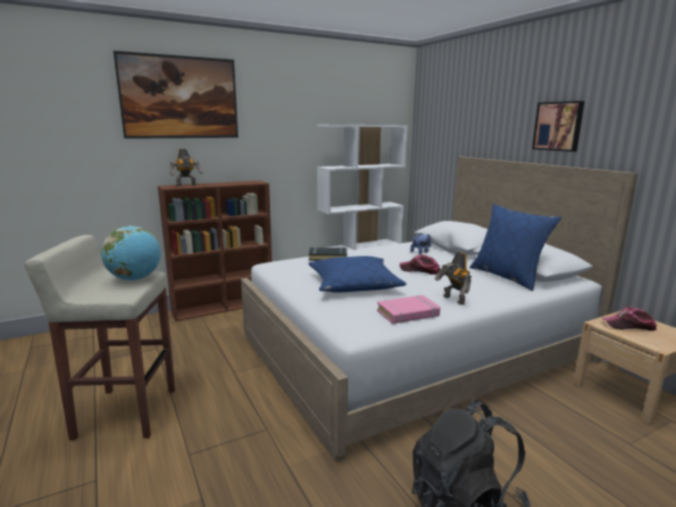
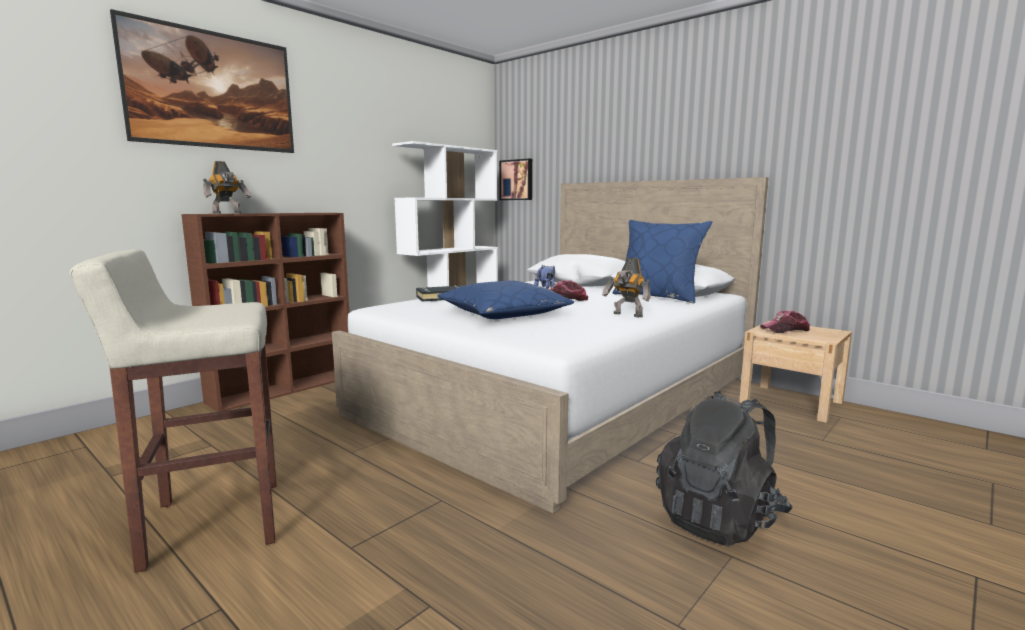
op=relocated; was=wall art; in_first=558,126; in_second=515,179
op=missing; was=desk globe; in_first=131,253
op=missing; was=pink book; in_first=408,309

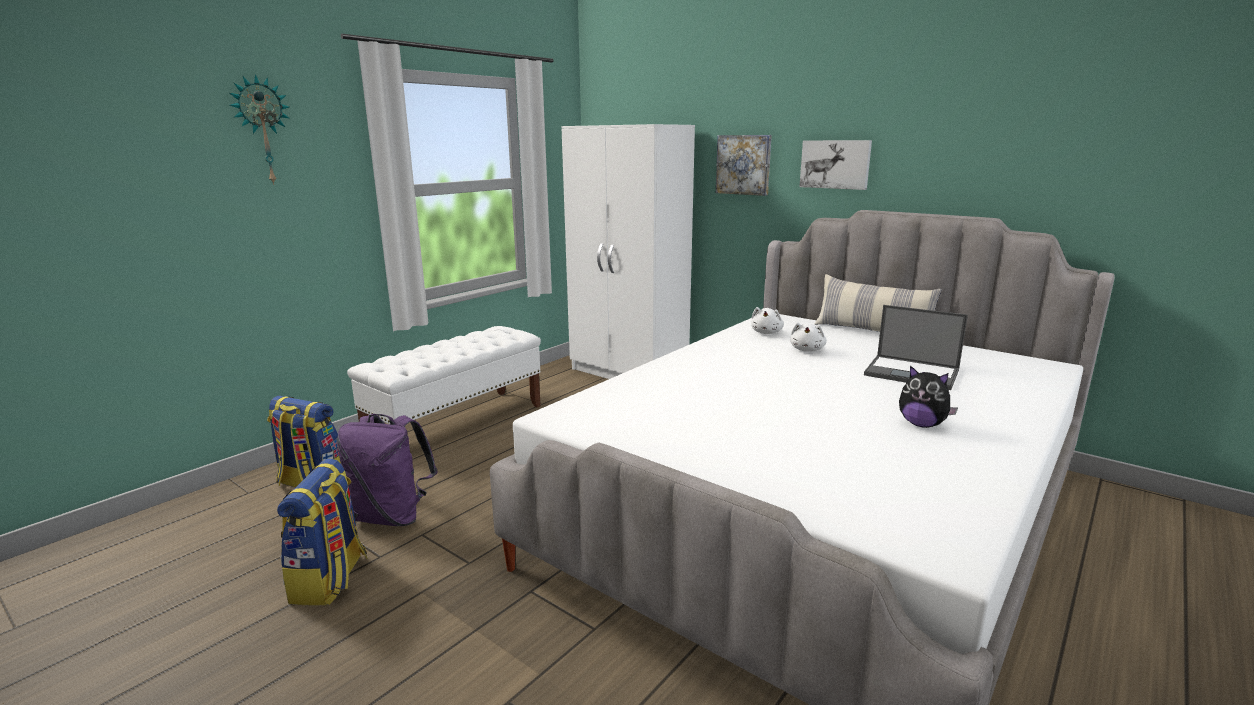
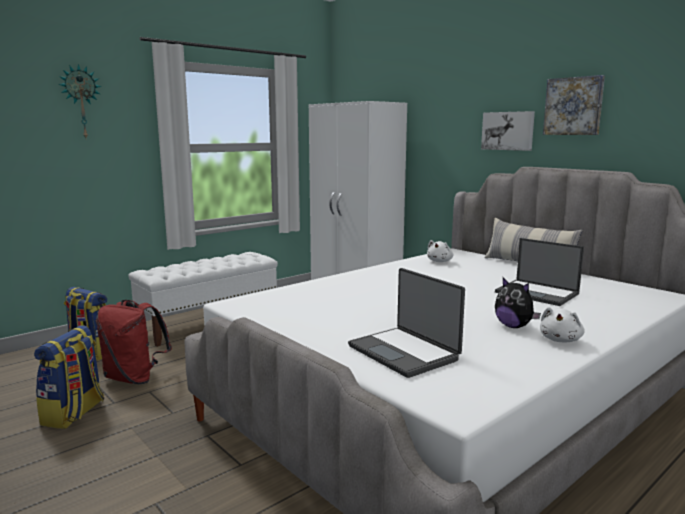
op=colour; was=purplish knapsack; now=red-coloured knapsack; in_first=387,470; in_second=134,342
op=appeared; now=portable computer; in_second=406,323
op=relocated; was=white cuddly toy; in_first=808,337; in_second=562,324
op=relocated; was=wall art; in_first=744,165; in_second=574,105

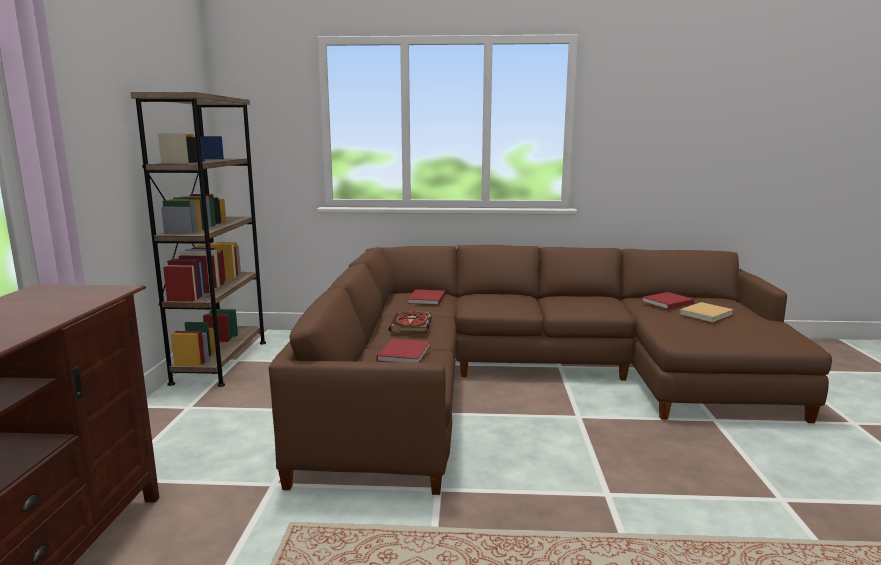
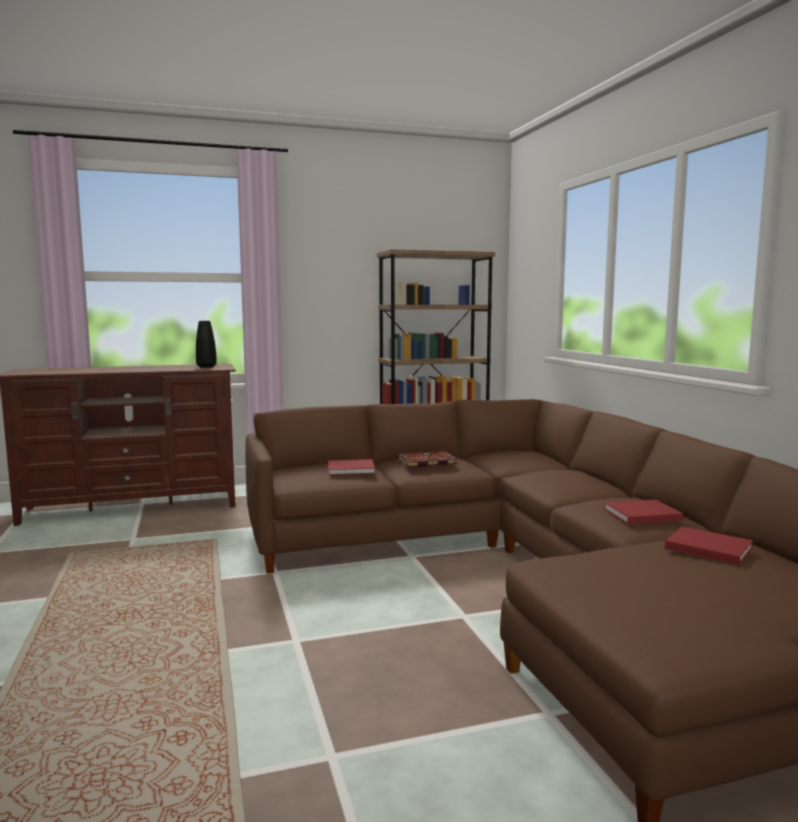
op=appeared; now=blackish flower vase; in_second=206,344
op=relocated; was=red-coloured book; in_first=426,297; in_second=643,512
op=missing; was=sand-coloured book; in_first=706,312

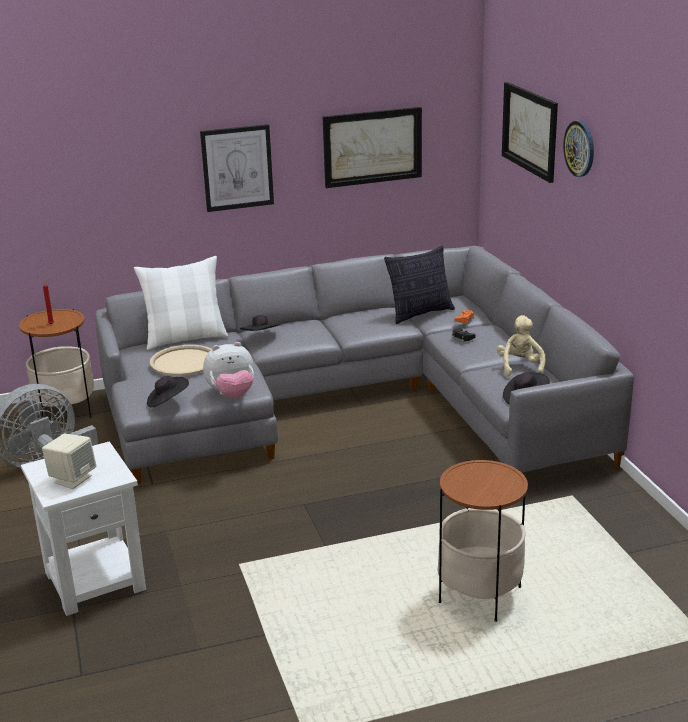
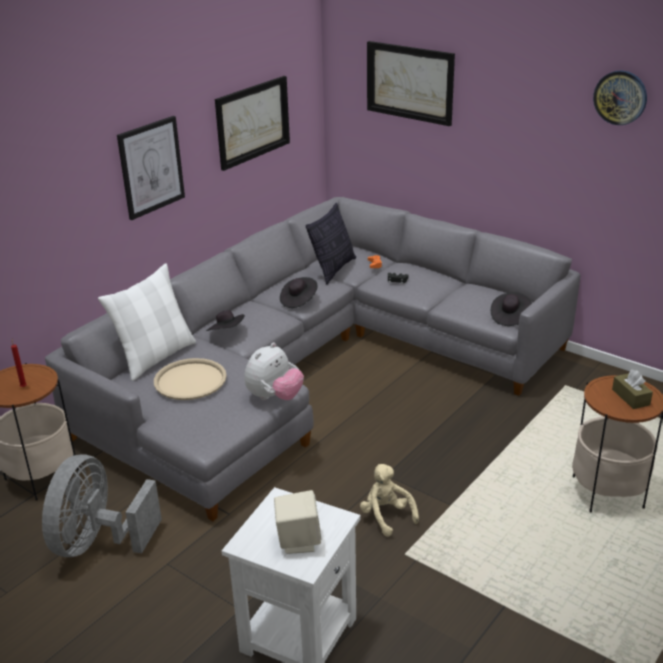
op=relocated; was=blackish hat; in_first=168,391; in_second=299,292
op=relocated; was=sand-coloured cuddly toy; in_first=521,345; in_second=389,500
op=relocated; was=wall clock; in_first=578,149; in_second=620,97
op=appeared; now=brownish box of tissues; in_second=632,389

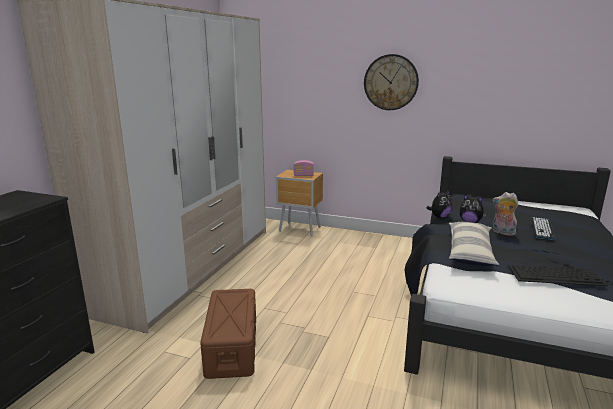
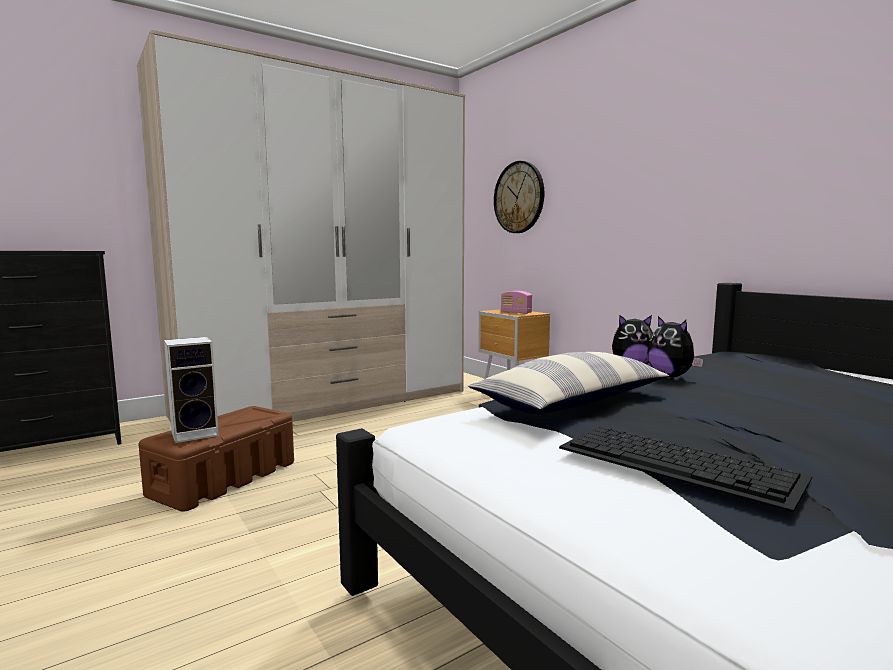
op=appeared; now=audio speaker; in_second=191,390
op=relocated; was=wall clock; in_first=391,82; in_second=519,197
op=missing; was=cuddly toy; in_first=506,214
op=missing; was=computer keyboard; in_first=543,228

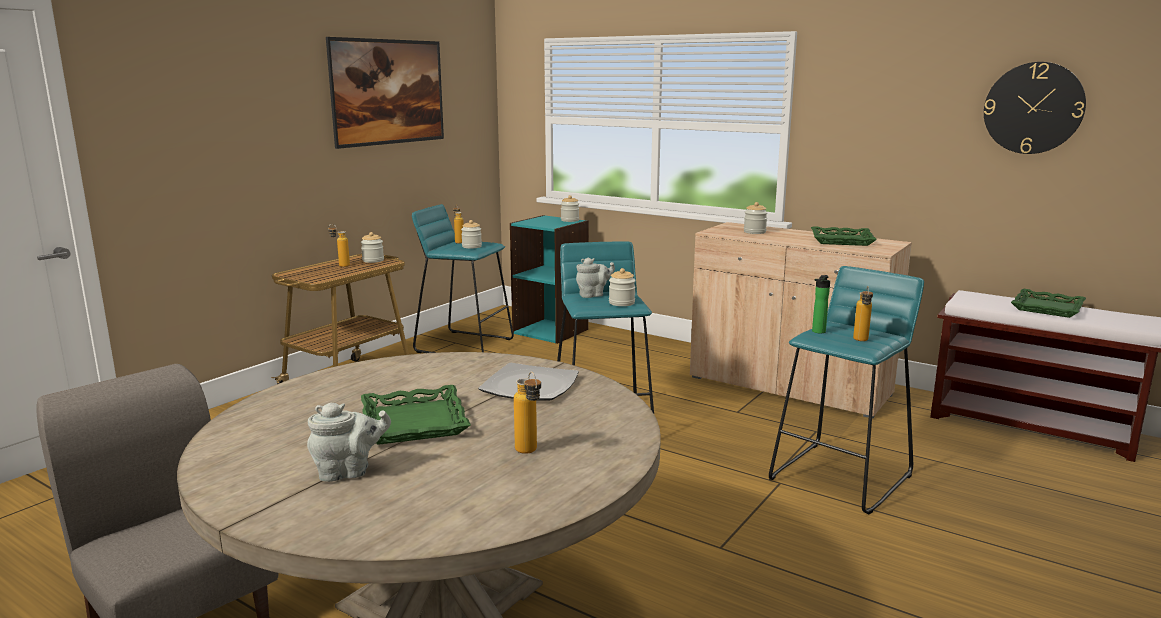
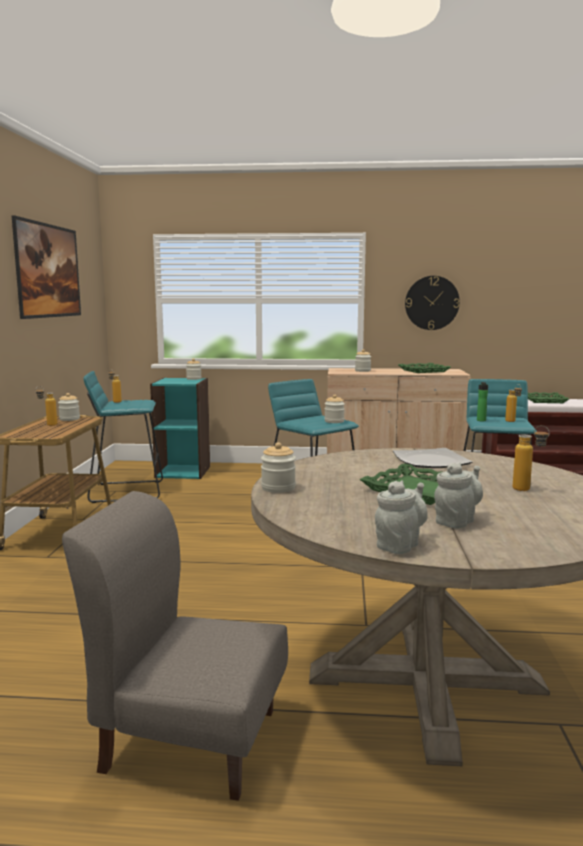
op=relocated; was=preserve jar; in_first=471,234; in_second=278,467
op=relocated; was=greyish pot for tea; in_first=595,277; in_second=401,517
op=relocated; was=wall clock; in_first=1035,108; in_second=432,303

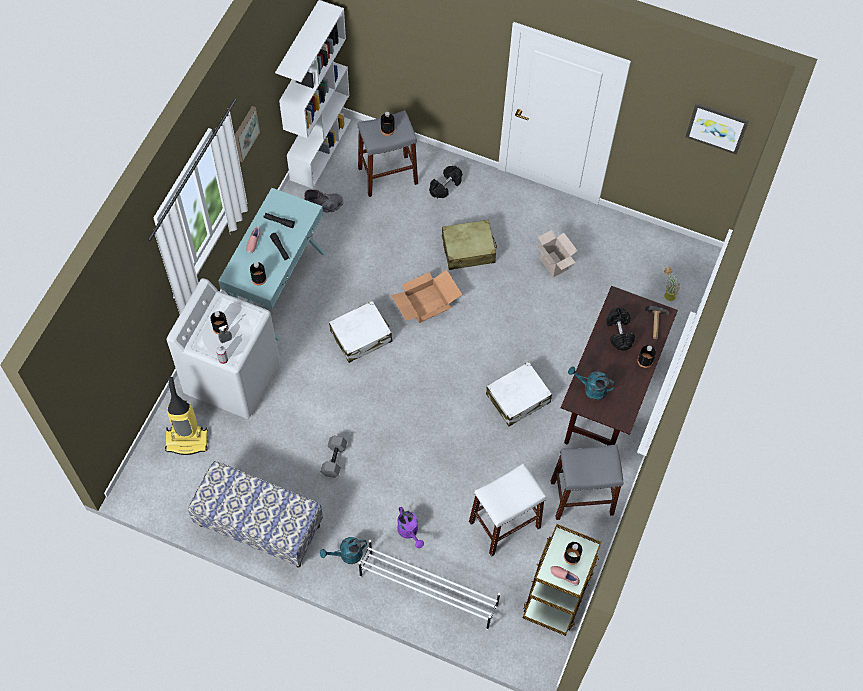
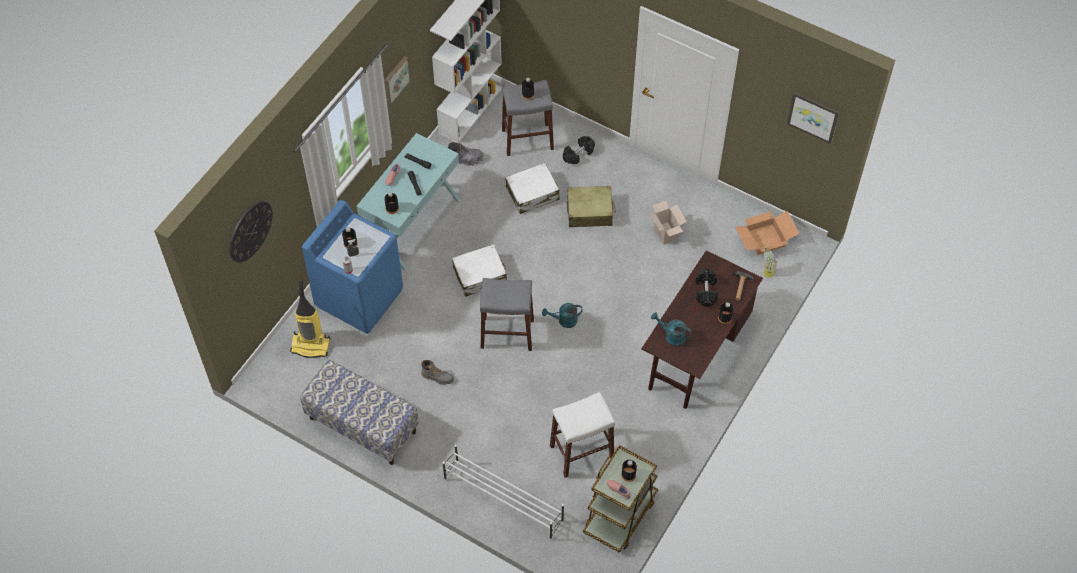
op=appeared; now=wall clock; in_second=251,231
op=colour; was=white laundry machine; now=bluish laundry machine; in_first=223,348; in_second=352,267
op=exchanged; was=greyish free weight; now=greyish high-top boot; in_first=334,457; in_second=437,372
op=relocated; was=greyish sitting stool; in_first=587,482; in_second=507,314
op=relocated; was=white suitcase; in_first=519,394; in_second=532,188
op=relocated; was=turquoise-coloured watering can; in_first=343,550; in_second=562,315
op=relocated; was=packing box; in_first=426,296; in_second=767,233
op=missing; was=purplish watering can; in_first=410,527

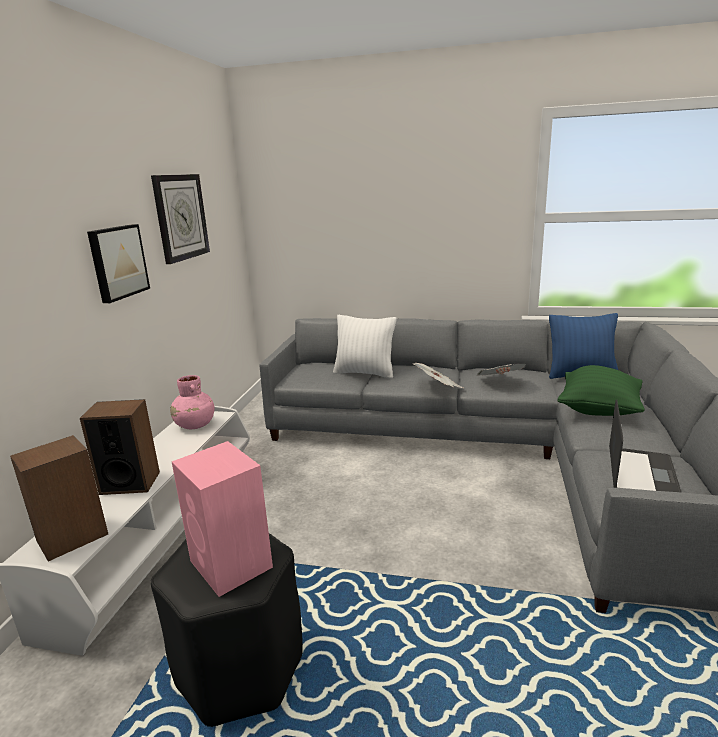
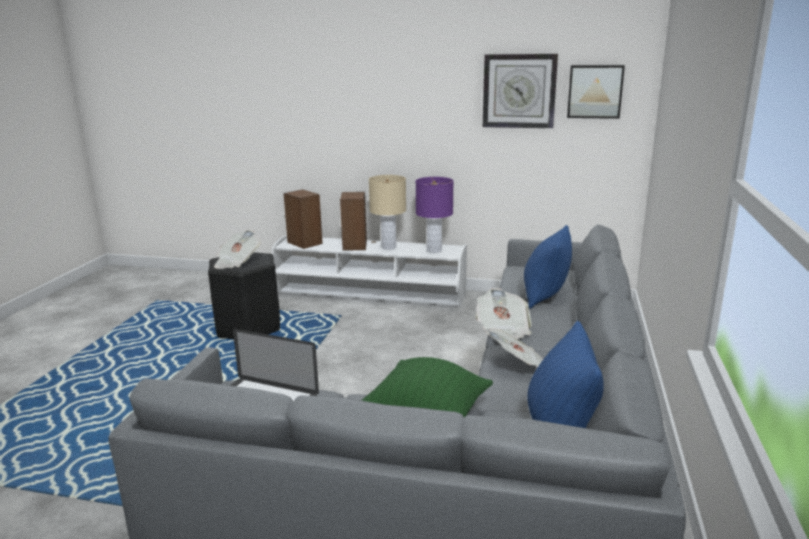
op=exchanged; was=pink audio speaker; now=daily paper; in_first=222,519; in_second=237,249
op=appeared; now=sand-coloured tabletop lamp; in_second=387,212
op=exchanged; was=pink flower vase; now=purplish tabletop lamp; in_first=192,402; in_second=435,215
op=colour; was=white throw pillow; now=bluish throw pillow; in_first=364,347; in_second=548,266
op=relocated; was=wall art; in_first=118,263; in_second=596,92

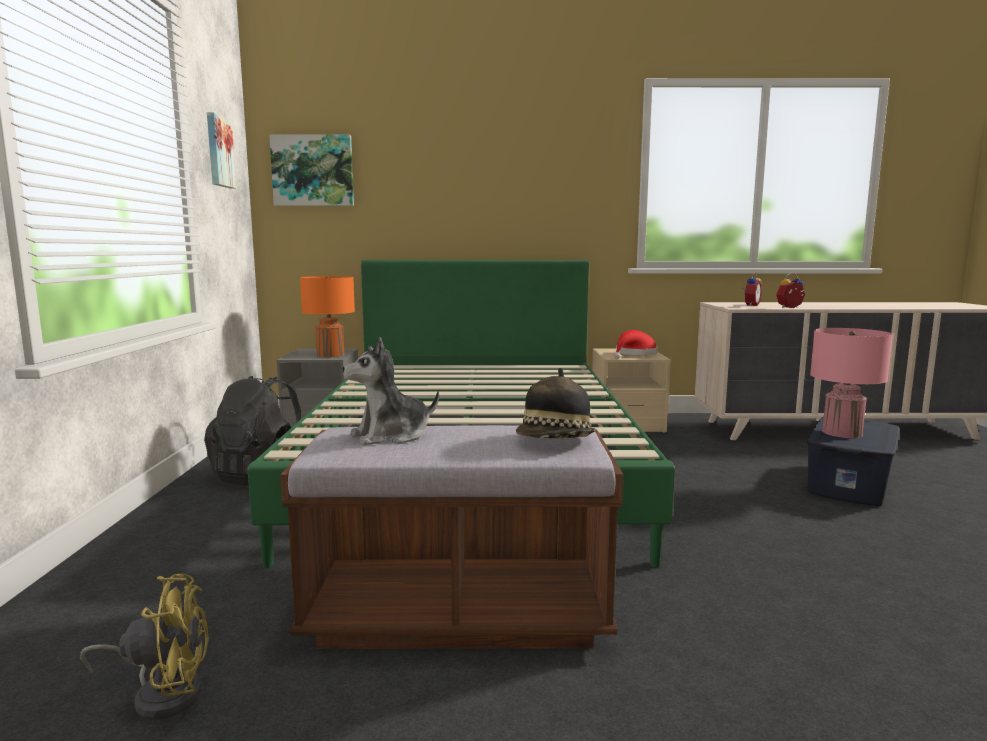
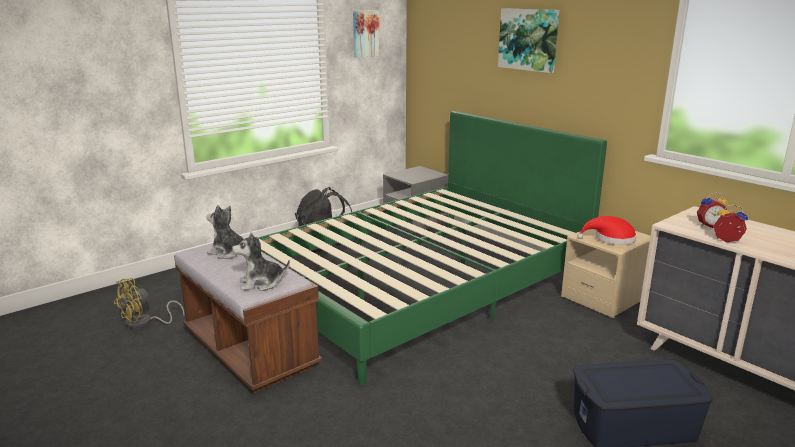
op=spun; was=yellow fan; in_first=144,647; in_second=149,303; clockwise=90
op=exchanged; was=hat; now=cuddly toy; in_first=556,403; in_second=261,261
op=relocated; was=wall art; in_first=311,170; in_second=528,40
op=missing; was=orange tabletop lamp; in_first=327,316
op=missing; was=pink tabletop lamp; in_first=851,383

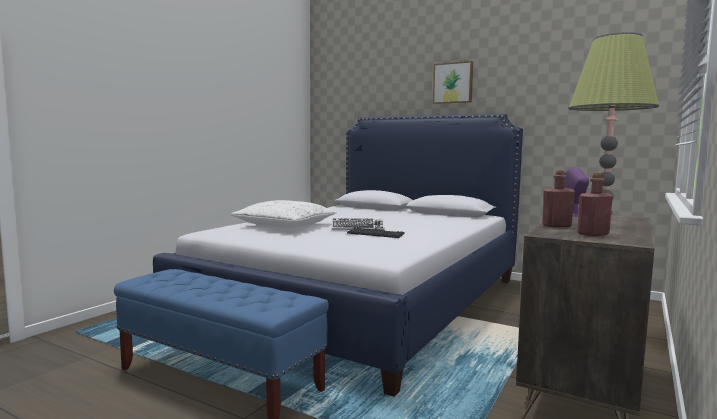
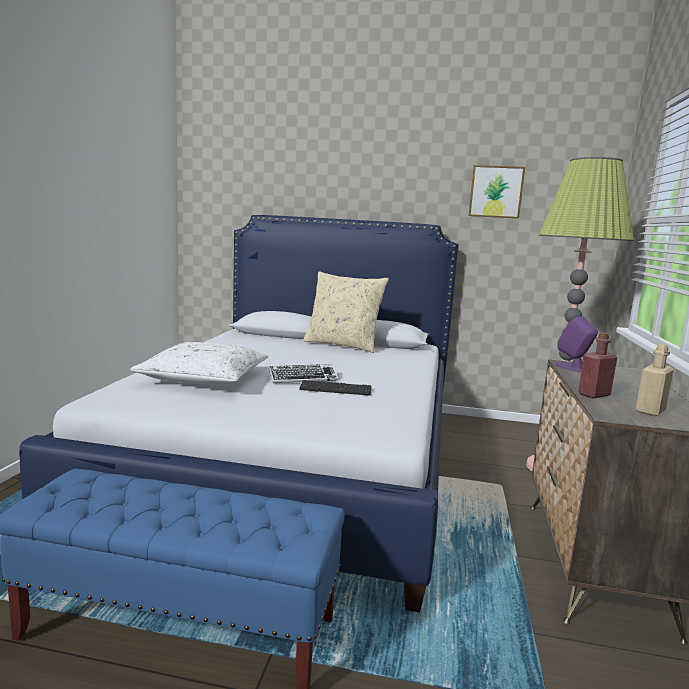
op=appeared; now=sand-coloured throw pillow; in_second=346,312
op=relocated; was=wall art; in_first=453,82; in_second=497,192
op=colour; was=red-coloured bottle; now=sand-coloured bottle; in_first=595,205; in_second=655,380

